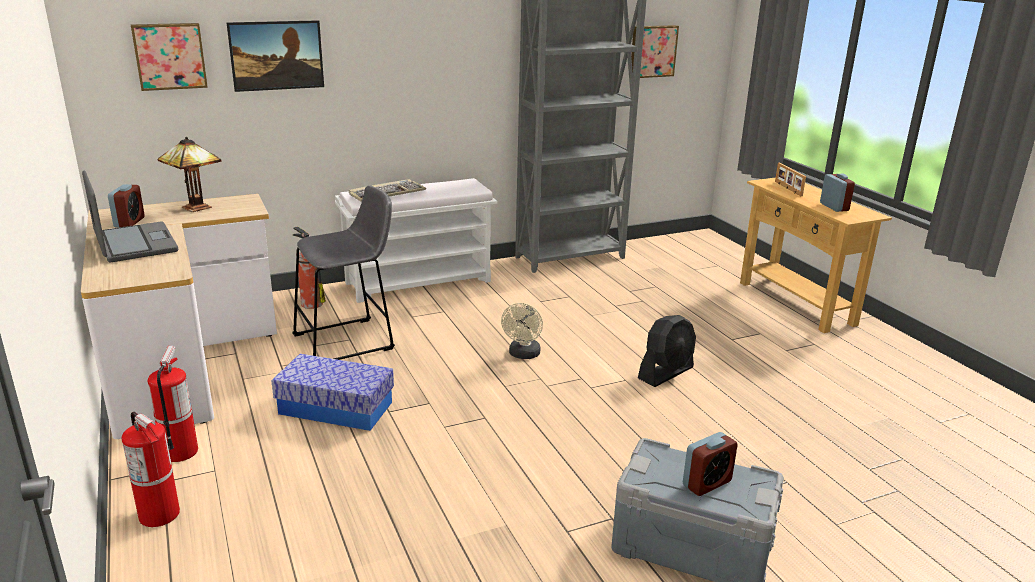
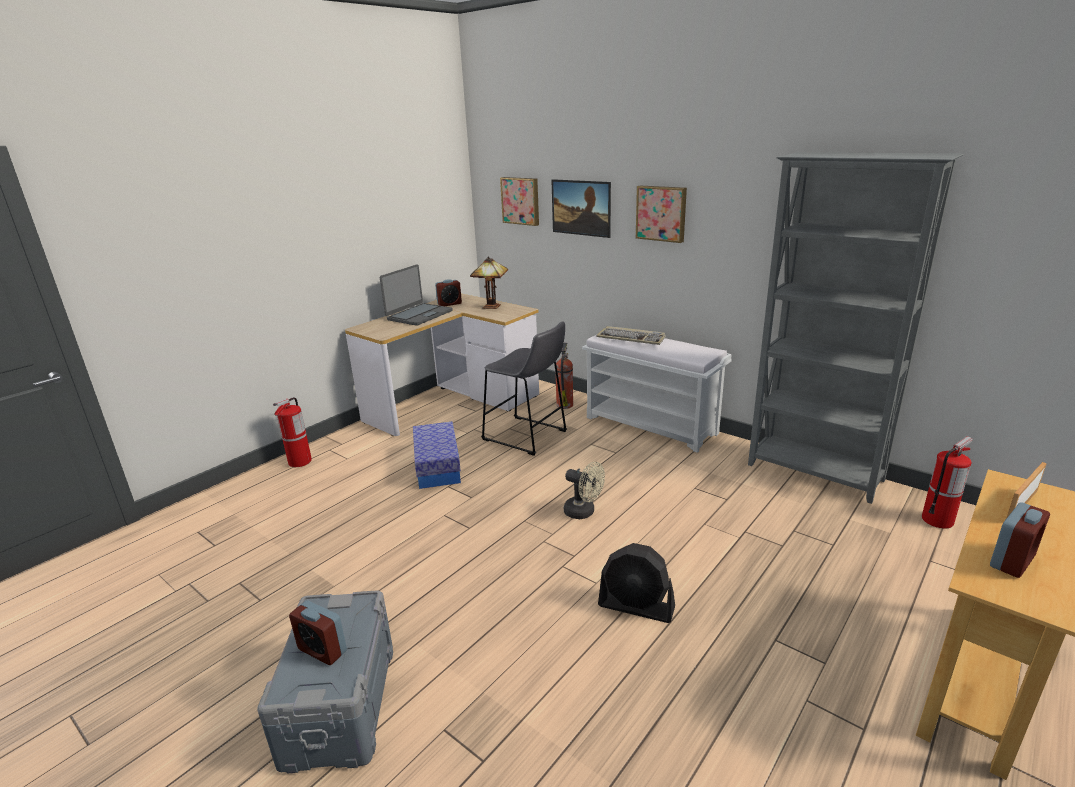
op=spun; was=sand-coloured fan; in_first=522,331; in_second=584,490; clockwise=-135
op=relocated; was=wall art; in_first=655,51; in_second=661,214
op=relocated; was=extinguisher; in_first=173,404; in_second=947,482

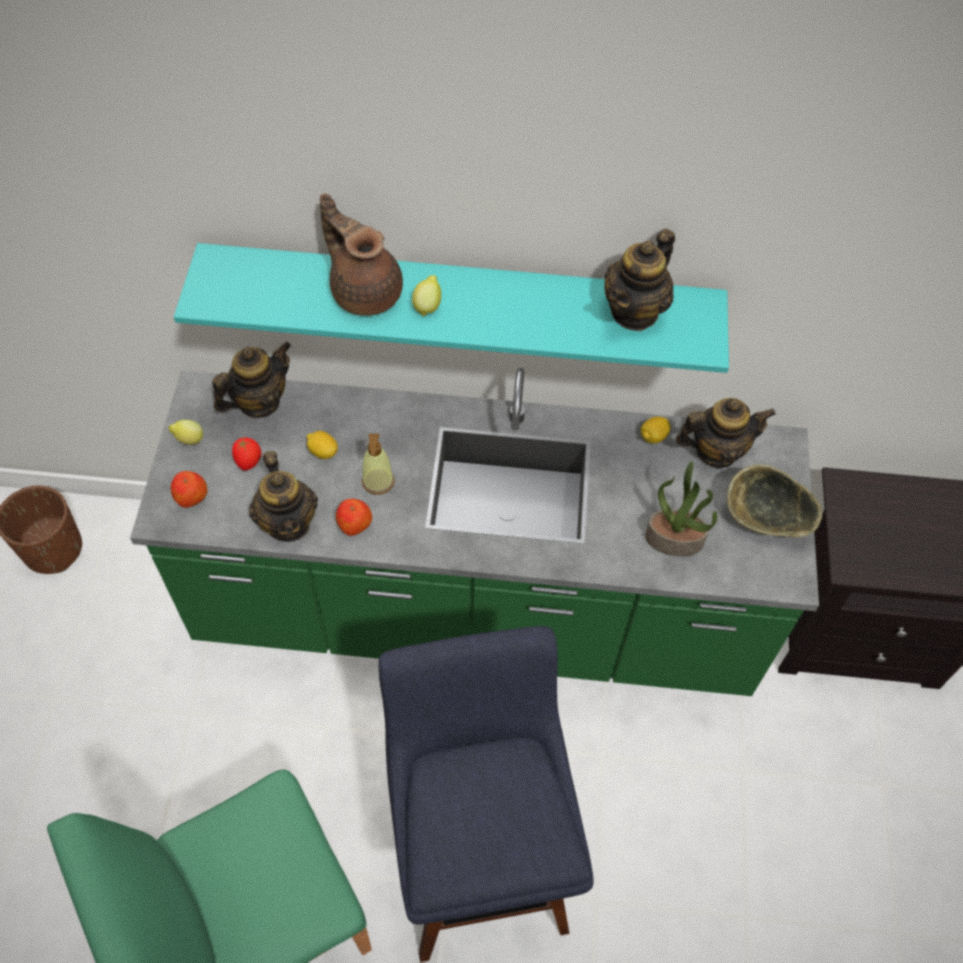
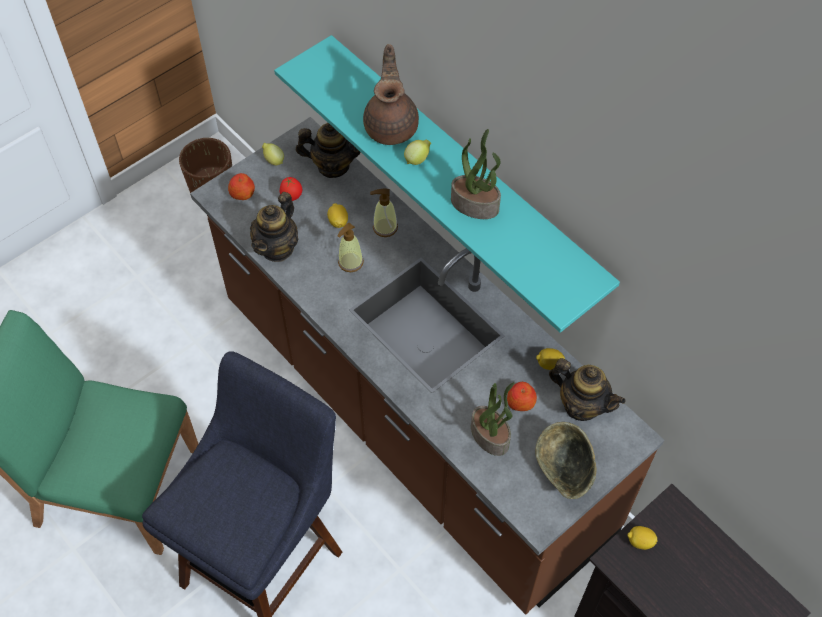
op=colour; was=greenish counter; now=brownish counter; in_first=474,532; in_second=427,366
op=appeared; now=soap bottle; in_second=384,213
op=appeared; now=plant in a pot; in_second=476,174
op=relocated; was=whole apple; in_first=354,517; in_second=522,396
op=appeared; now=lemon; in_second=642,538
op=missing; was=pot for tea; in_first=639,280

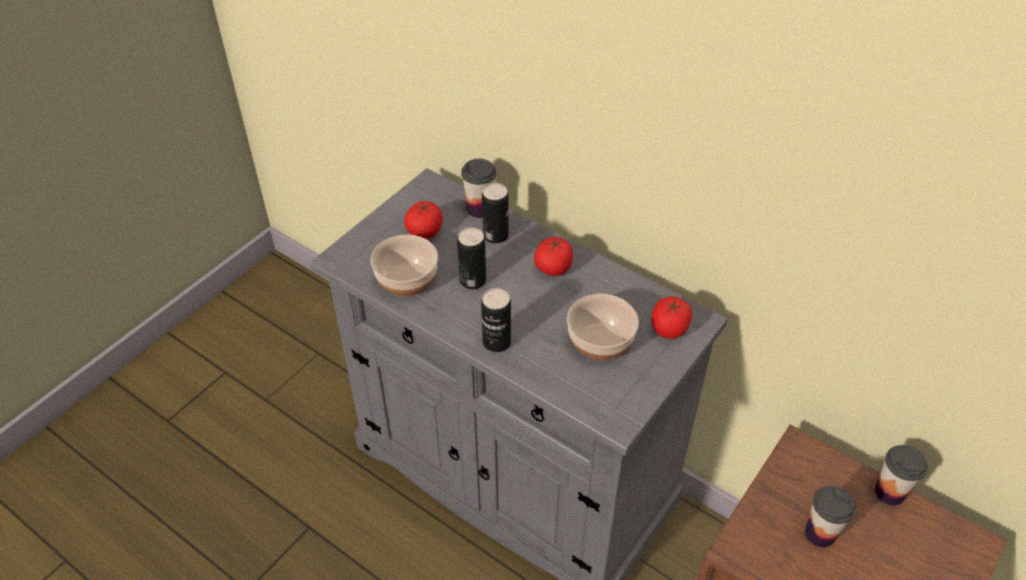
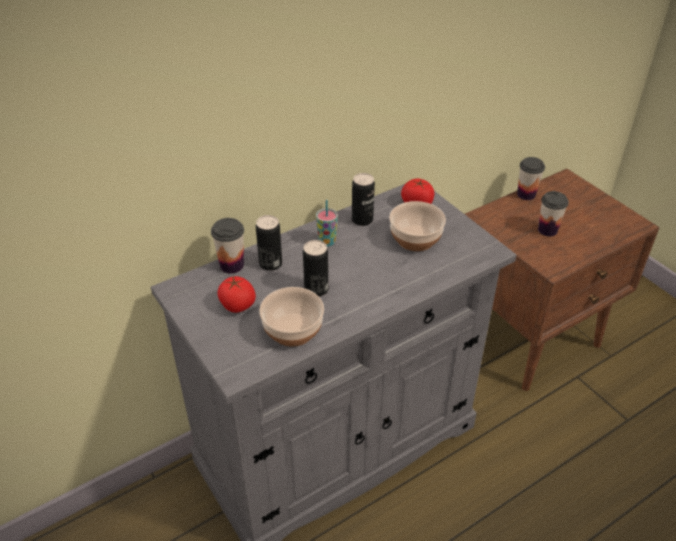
op=exchanged; was=fresh tomato; now=drinking cup; in_first=553,256; in_second=327,223
op=relocated; was=can; in_first=496,320; in_second=363,199

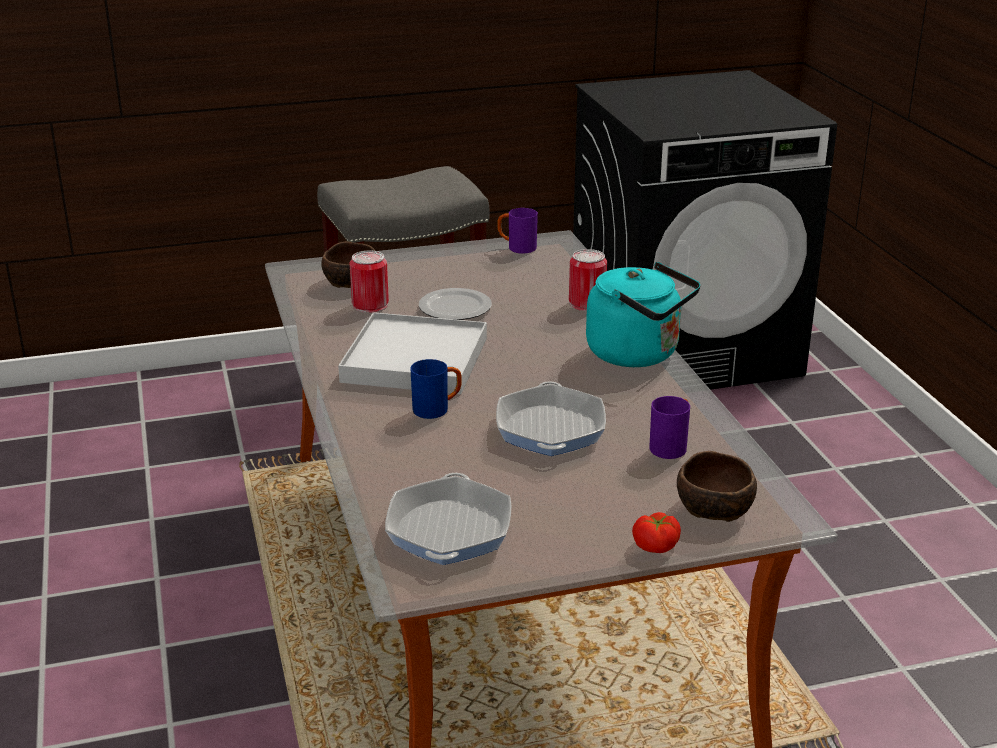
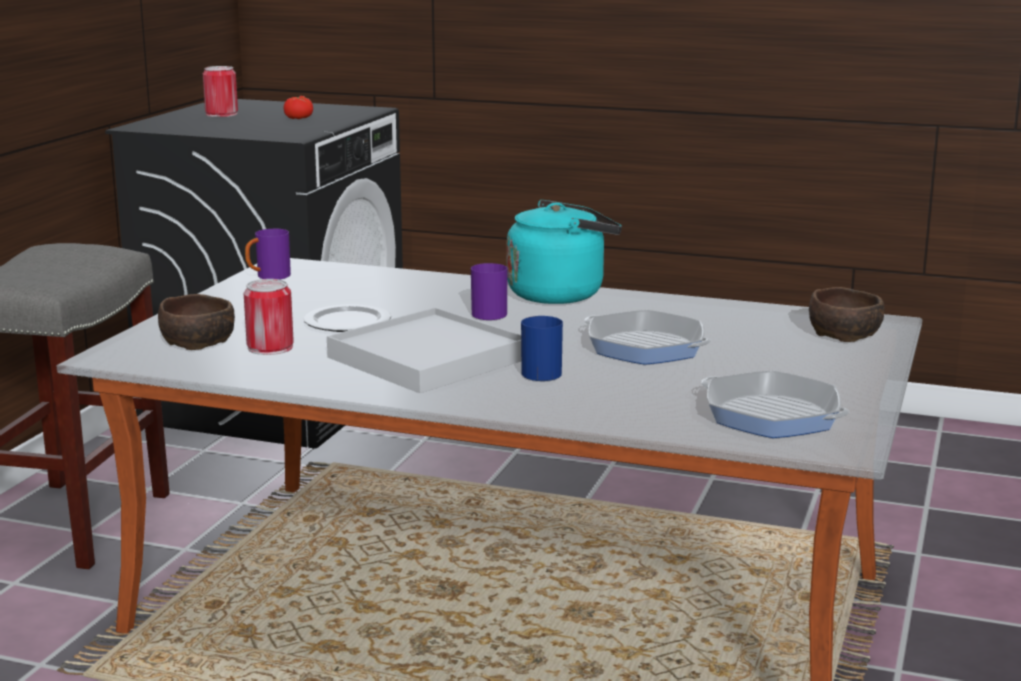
op=relocated; was=can; in_first=588,280; in_second=220,91
op=relocated; was=fresh tomato; in_first=656,532; in_second=298,107
op=relocated; was=purplish mug; in_first=669,427; in_second=489,291

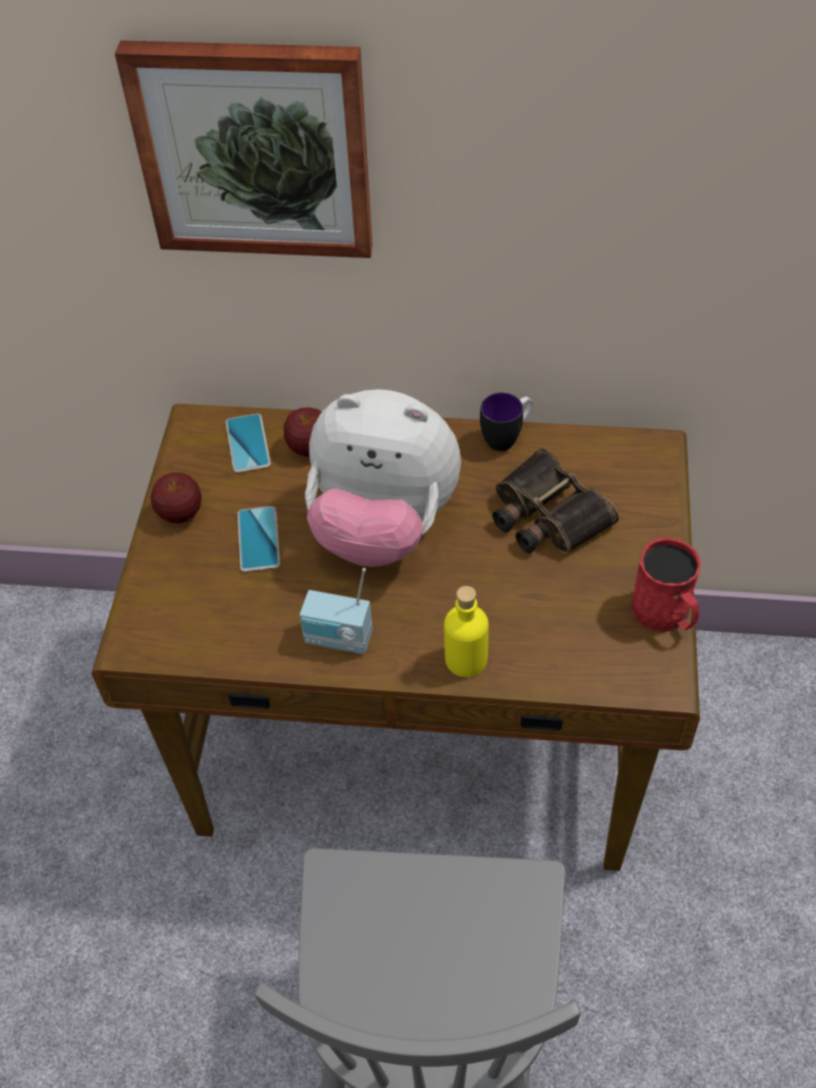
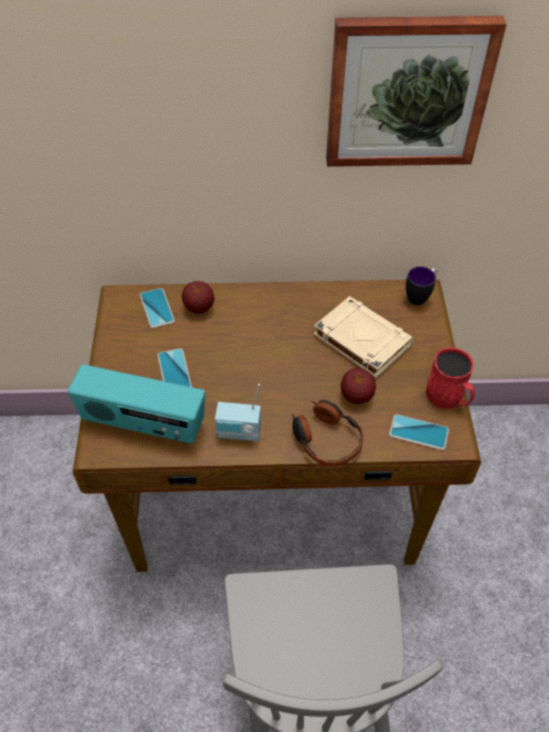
op=appeared; now=radio; in_second=136,404
op=exchanged; was=yellow bottle; now=headset; in_first=466,631; in_second=328,433
op=exchanged; was=pair of binoculars; now=sand-coloured book; in_first=555,501; in_second=364,337
op=relocated; was=wall art; in_first=244,149; in_second=416,91
op=relocated; was=whole apple; in_first=176,497; in_second=358,386
op=appeared; now=telephone; in_second=419,432
op=relocated; was=mug; in_first=506,422; in_second=421,285
op=missing; was=cuddly toy; in_first=383,478

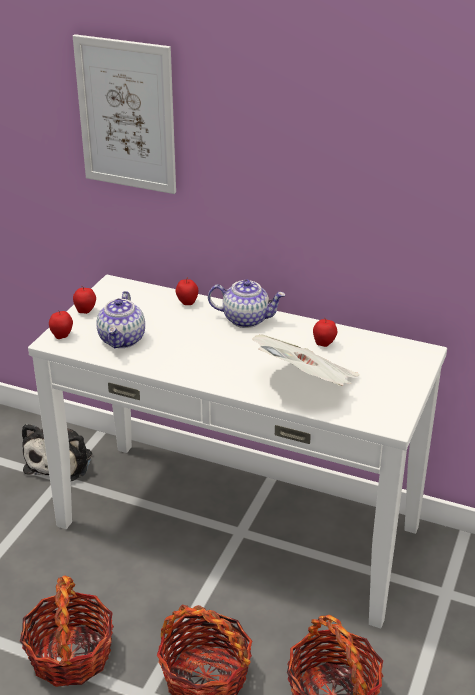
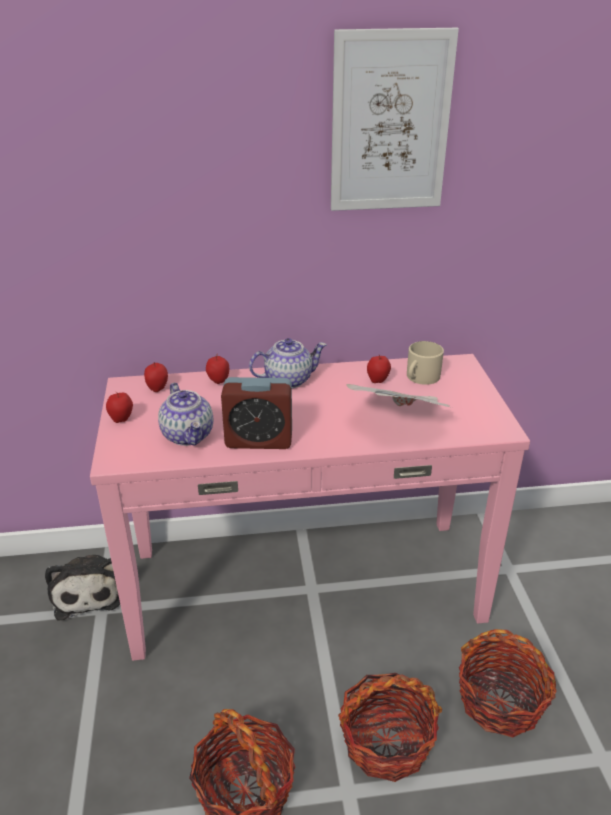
op=colour; was=white hall table; now=pink hall table; in_first=237,451; in_second=310,507
op=relocated; was=whole apple; in_first=61,324; in_second=156,377
op=appeared; now=table clock; in_second=256,413
op=relocated; was=wall art; in_first=124,114; in_second=395,119
op=appeared; now=sand-coloured mug; in_second=425,363

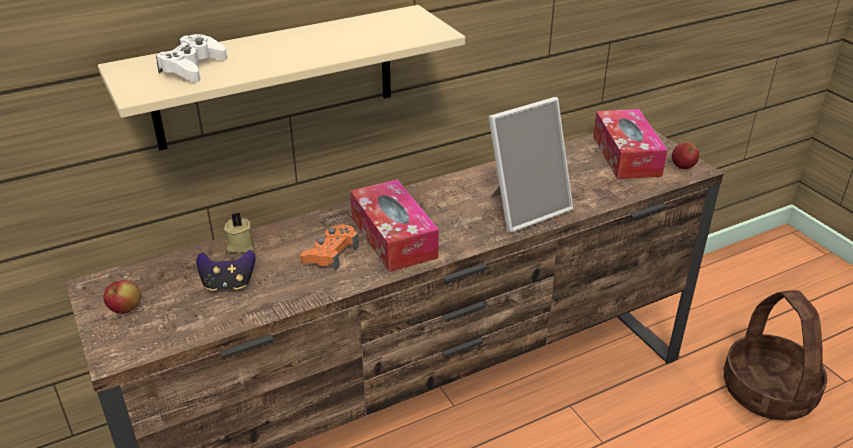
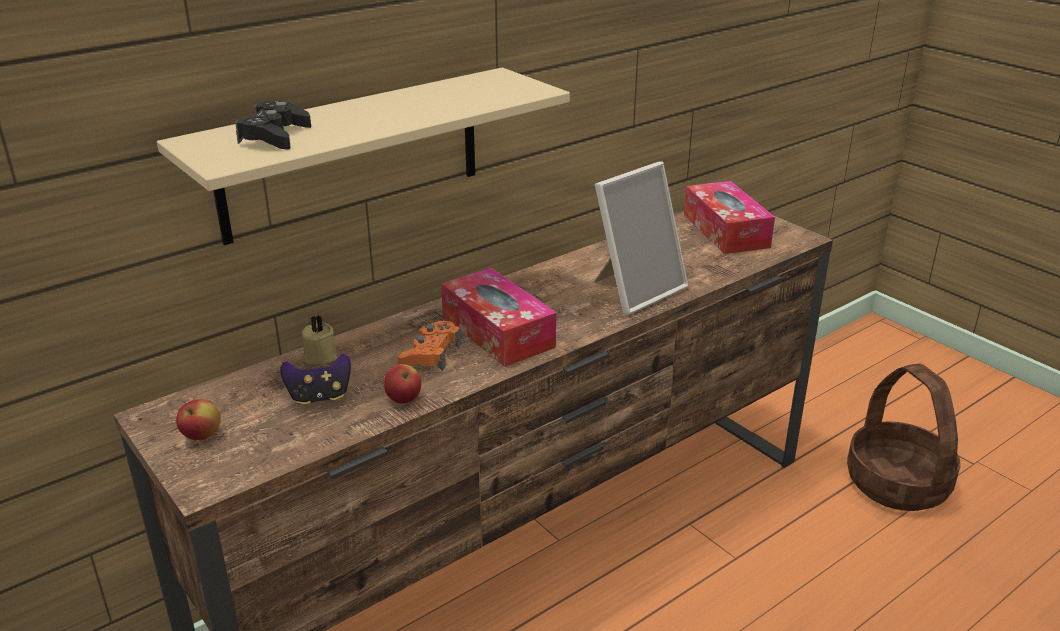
op=colour; was=white gamepad; now=blackish gamepad; in_first=191,58; in_second=273,125
op=relocated; was=whole apple; in_first=685,155; in_second=402,383

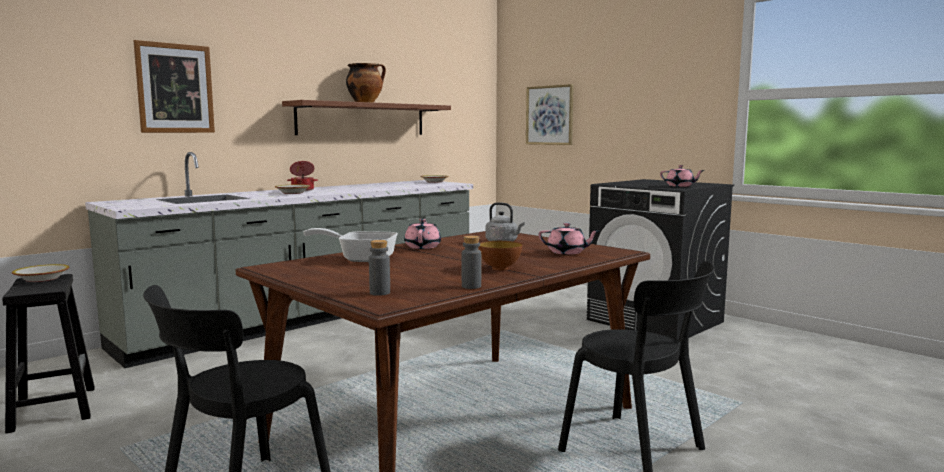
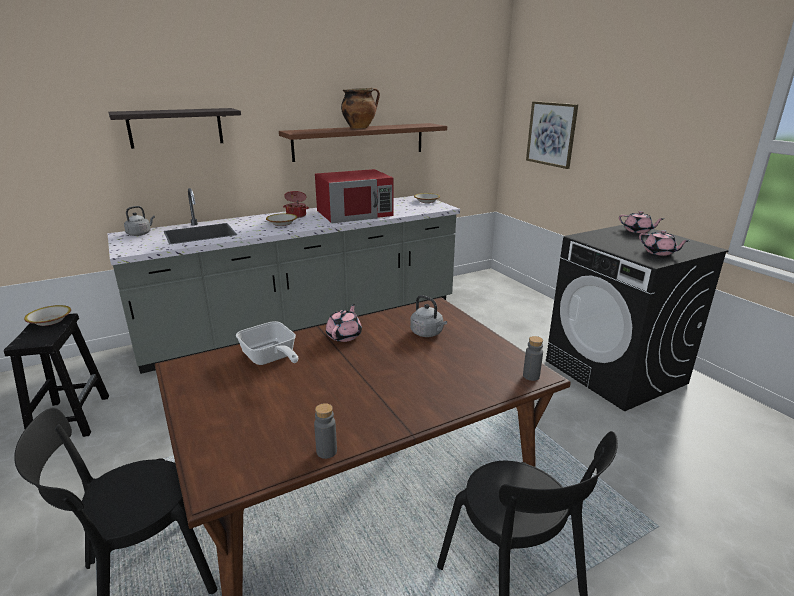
op=exchanged; was=wall art; now=bracket shelf; in_first=174,86; in_second=174,128
op=appeared; now=greyish kettle; in_second=139,221
op=spun; was=frying pan; in_first=350,245; in_second=267,343; clockwise=-150
op=appeared; now=red-coloured kitchen microwave; in_second=354,196
op=relocated; was=greyish bottle; in_first=379,268; in_second=533,358
op=relocated; was=pink pot for tea; in_first=568,239; in_second=641,222
op=missing; was=serving bowl; in_first=500,255

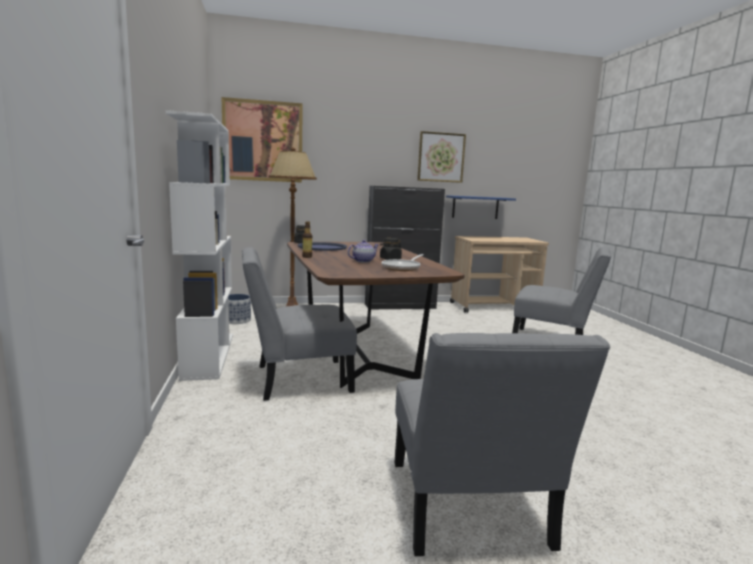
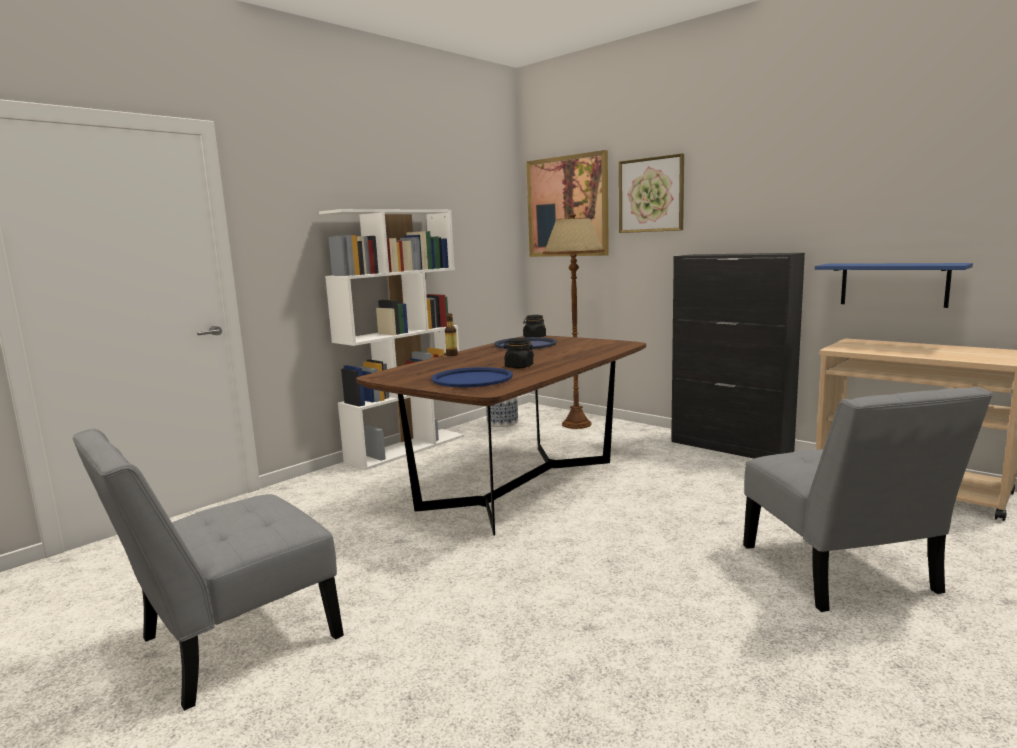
op=exchanged; was=frying pan; now=bluish serving tray; in_first=403,262; in_second=472,377
op=relocated; was=wall art; in_first=441,157; in_second=651,193
op=missing; was=greyish upright chair; in_first=299,324
op=missing; was=pot for tea; in_first=363,251

